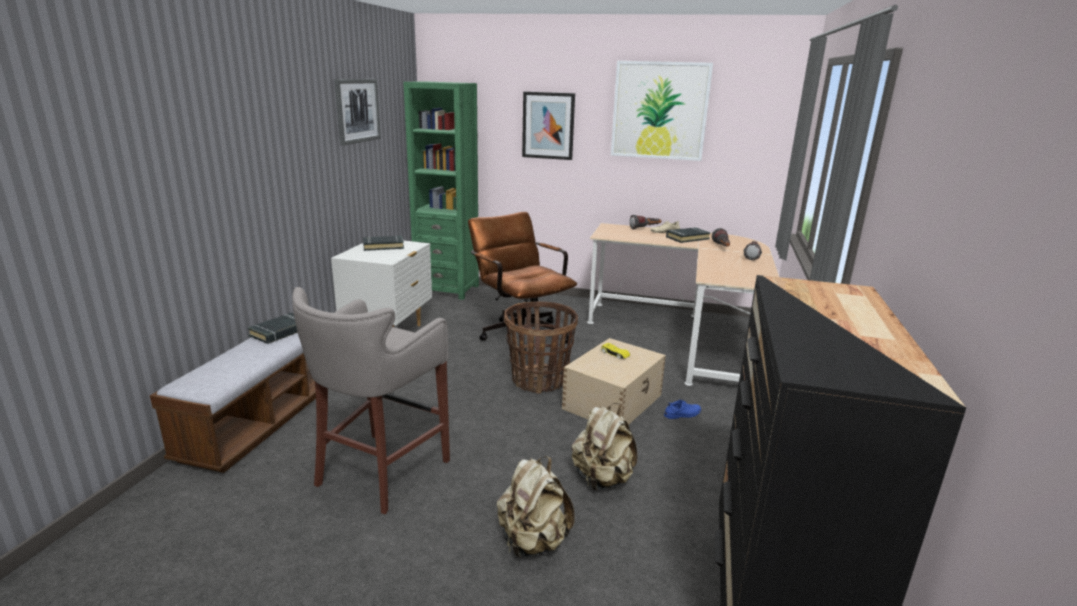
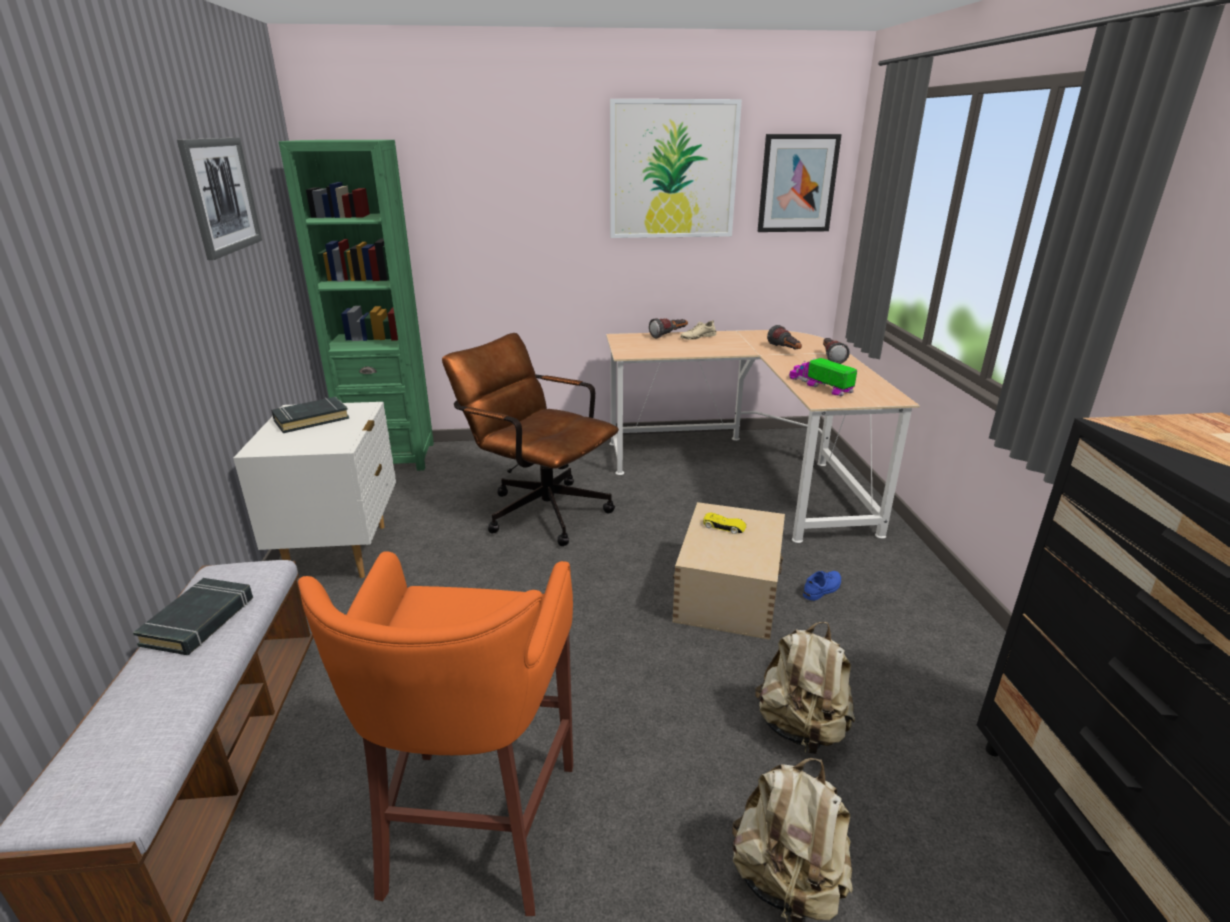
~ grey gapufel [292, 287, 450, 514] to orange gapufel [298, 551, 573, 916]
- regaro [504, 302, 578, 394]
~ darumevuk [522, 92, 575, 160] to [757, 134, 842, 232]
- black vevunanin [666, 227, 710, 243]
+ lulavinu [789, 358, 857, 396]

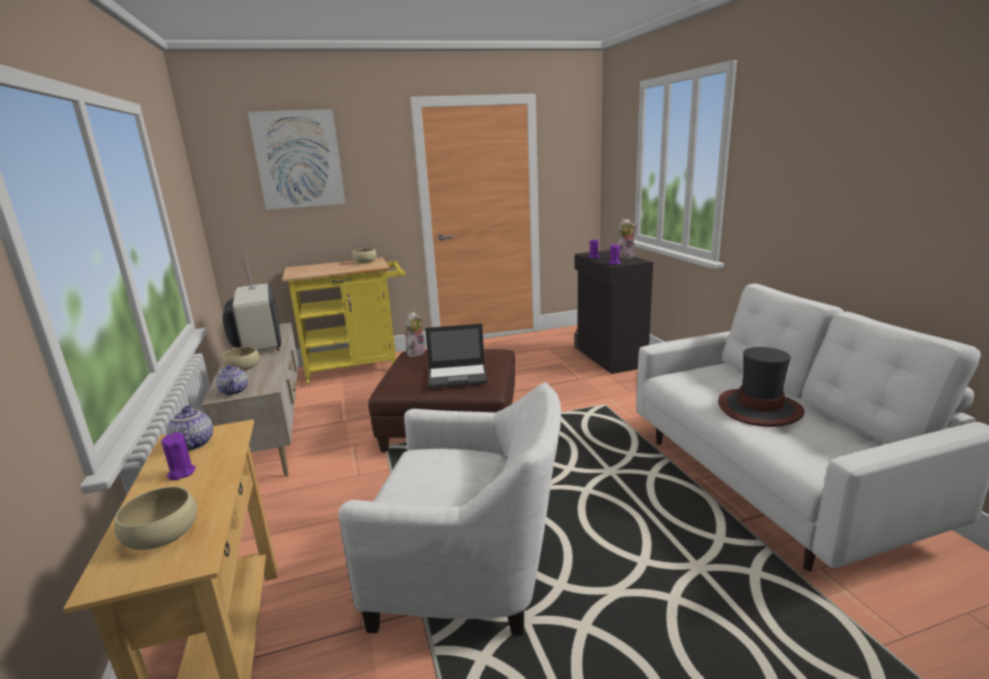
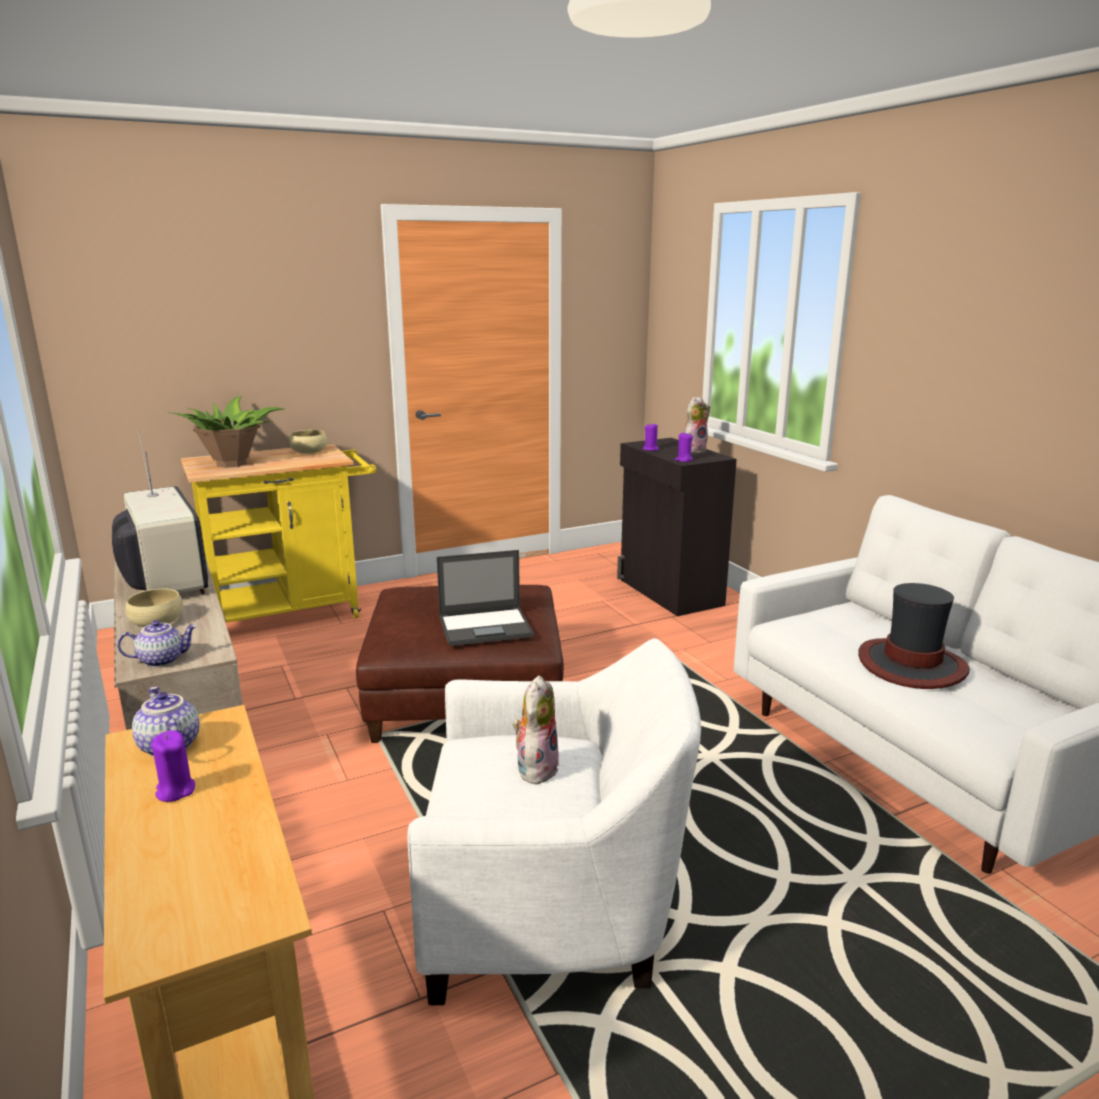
- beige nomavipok [114, 486, 197, 550]
~ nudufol [216, 364, 248, 395] = [117, 620, 197, 667] 75 degrees counterclockwise
- darumevuk [248, 109, 346, 210]
~ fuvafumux [405, 311, 425, 357] to [513, 675, 559, 784]
+ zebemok [168, 396, 285, 468]

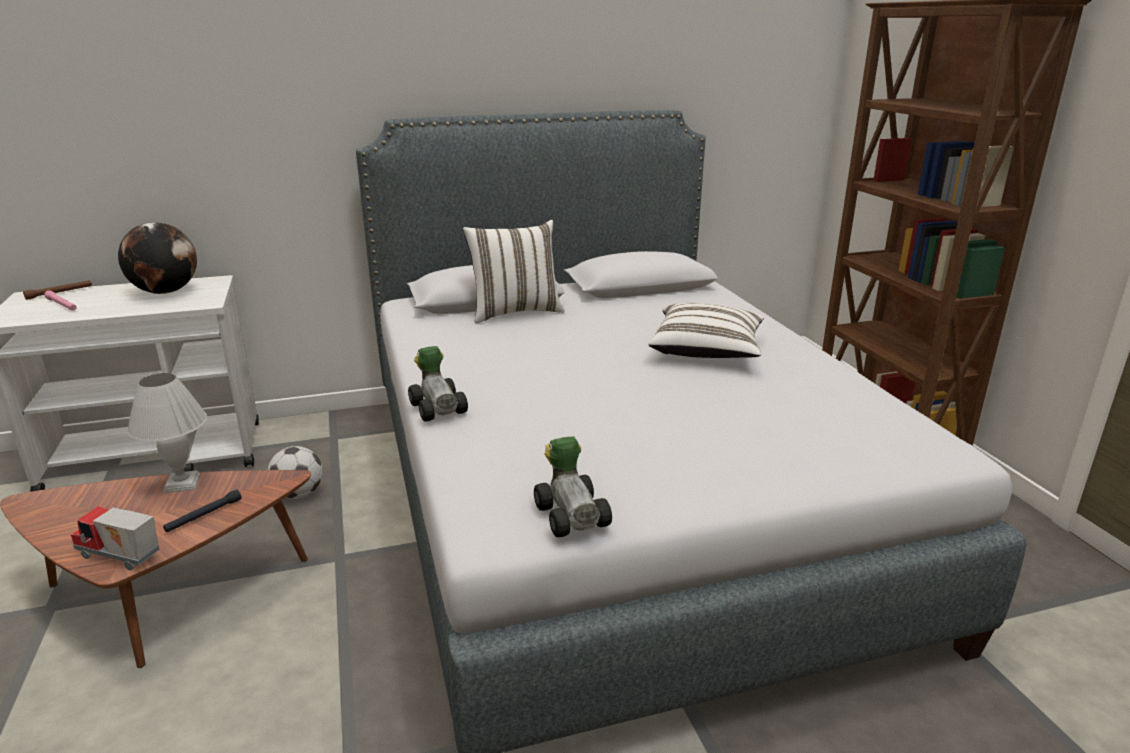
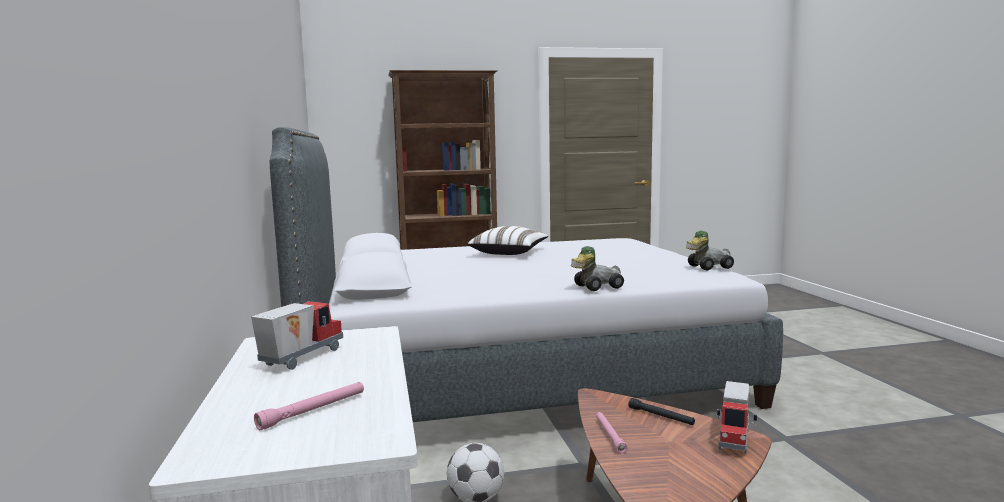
- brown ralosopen [23, 280, 92, 300]
~ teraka [118, 222, 197, 294] to lulavinu [251, 301, 343, 370]
~ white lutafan [127, 373, 207, 493] to pink ralosopen [596, 412, 628, 453]
- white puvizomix [463, 220, 565, 323]

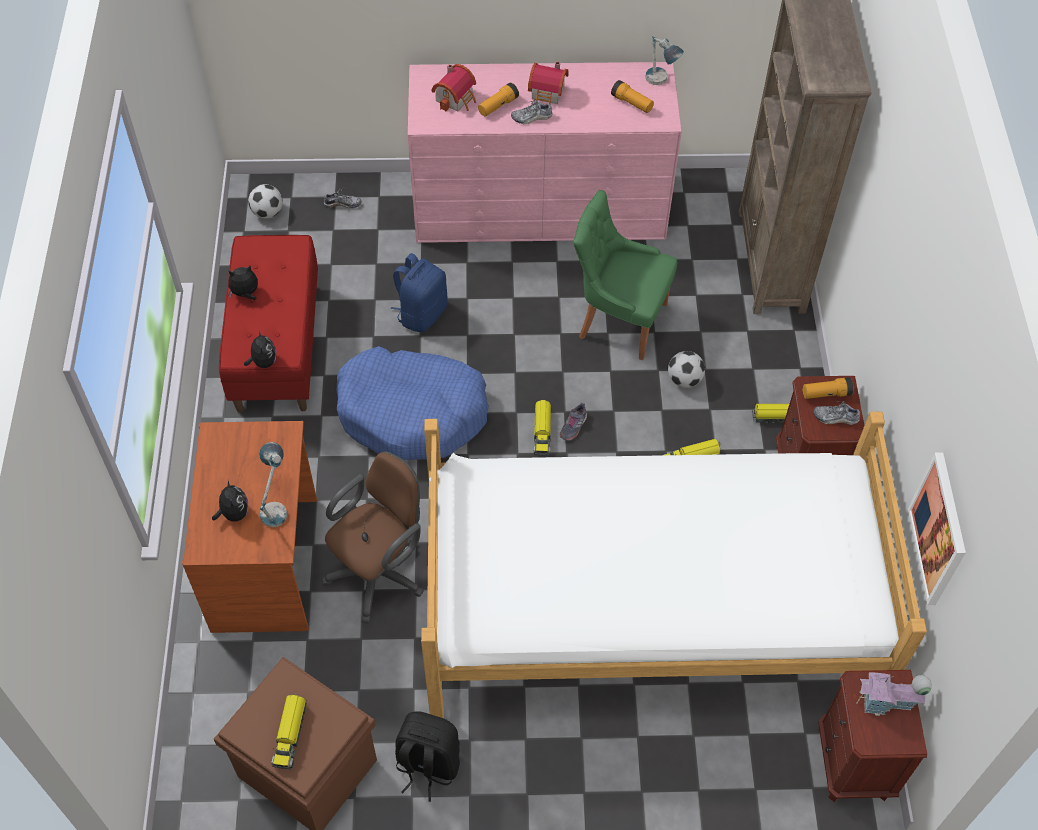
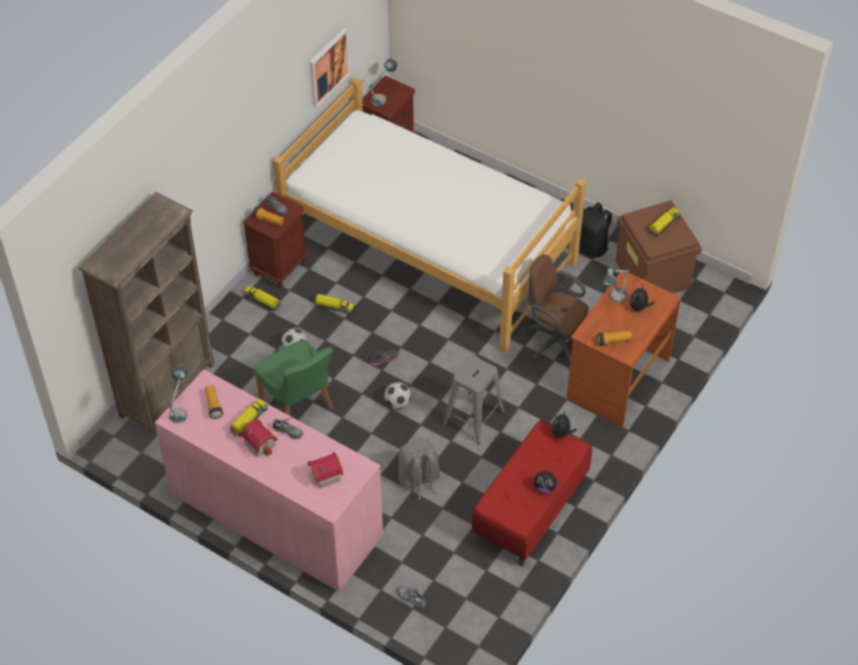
~ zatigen [248, 184, 283, 219] to [384, 382, 411, 409]
~ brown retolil [321, 451, 424, 623] = [528, 254, 589, 368] 45 degrees clockwise
~ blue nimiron [337, 346, 489, 460] to grey gapufel [443, 356, 505, 444]
~ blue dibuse [391, 253, 448, 332] to grey dibuse [398, 438, 440, 500]
~ ralosopen [478, 83, 519, 116] to [597, 331, 632, 346]
~ lulavinu [534, 400, 551, 455] to [229, 399, 268, 437]
~ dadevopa [856, 673, 932, 716] to lutafan [369, 59, 397, 106]

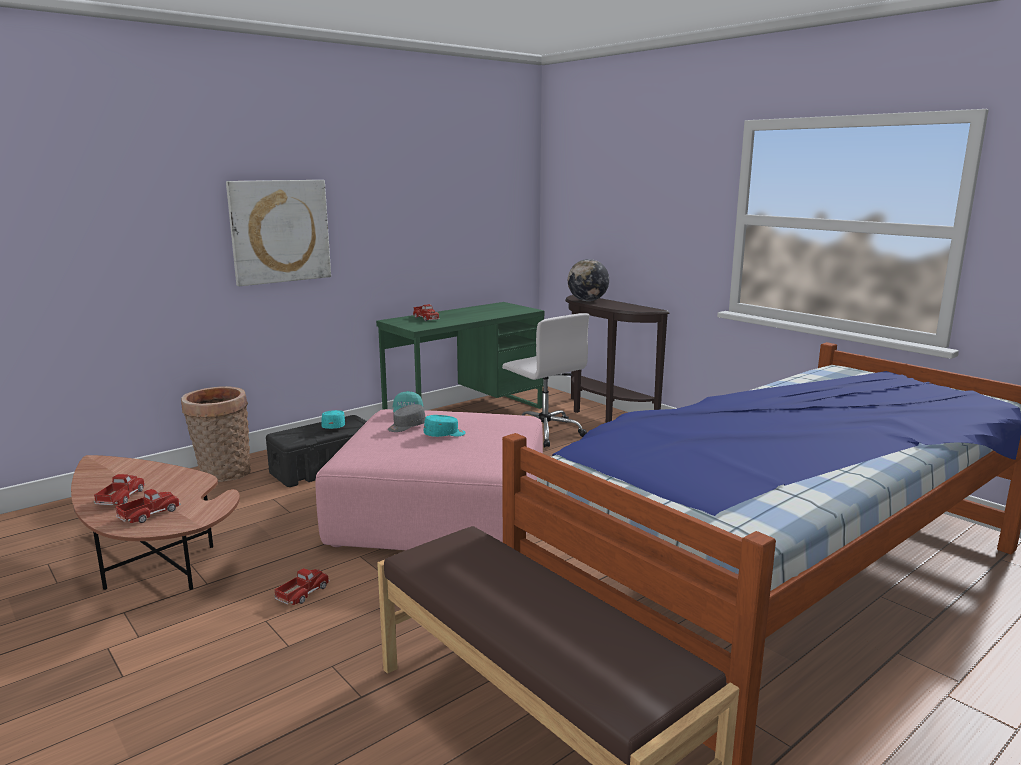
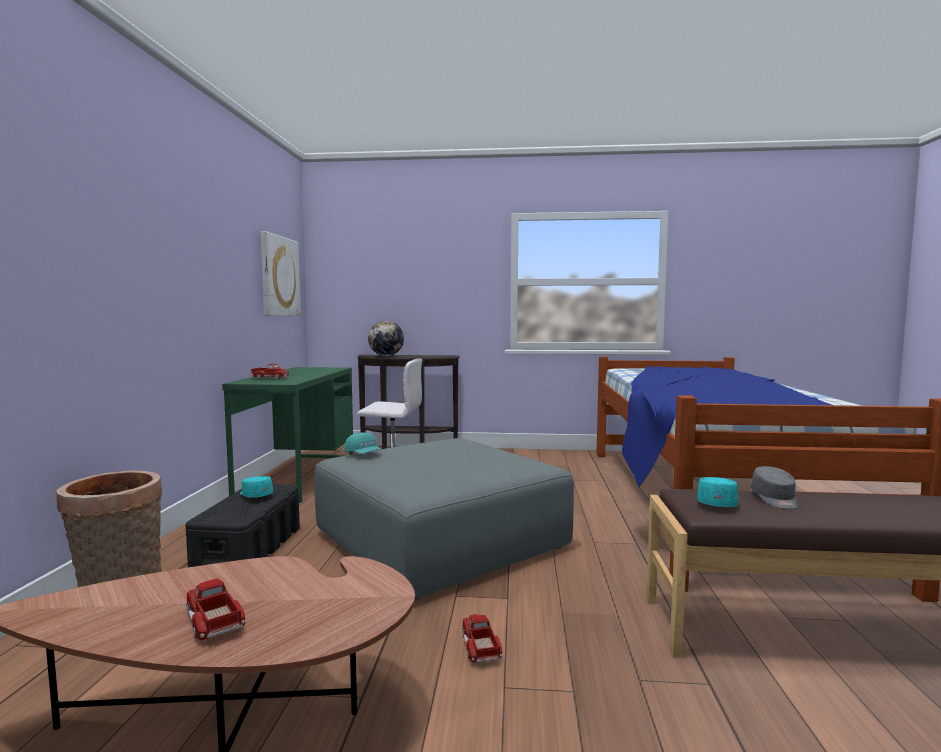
- lulavinu [116, 489, 181, 523]
~ darumevuk [226, 180, 331, 286] to [261, 231, 301, 316]
~ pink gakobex [315, 409, 543, 550] to grey gakobex [315, 438, 574, 601]
~ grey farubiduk [388, 404, 426, 432] to [751, 466, 798, 509]
~ turquoise farubiduk [424, 415, 466, 437] to [697, 477, 738, 507]

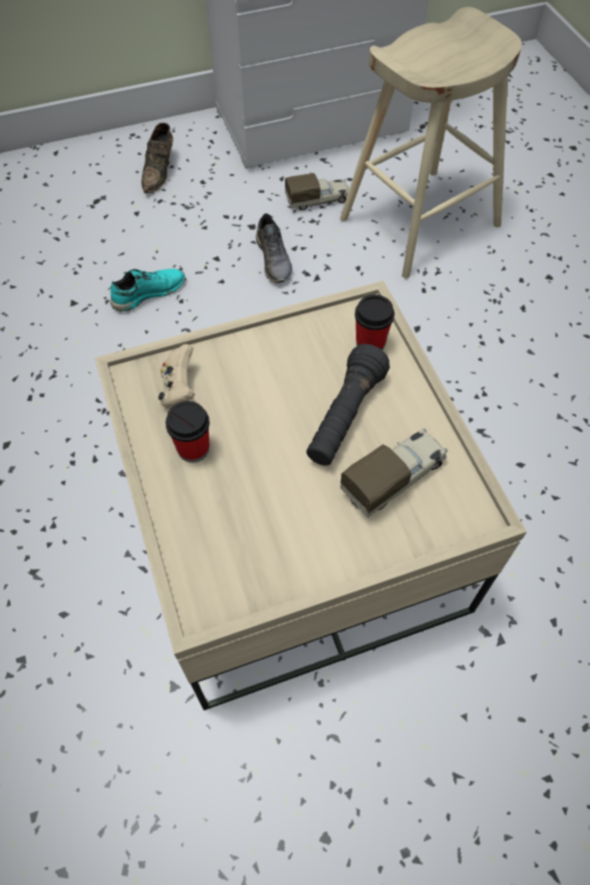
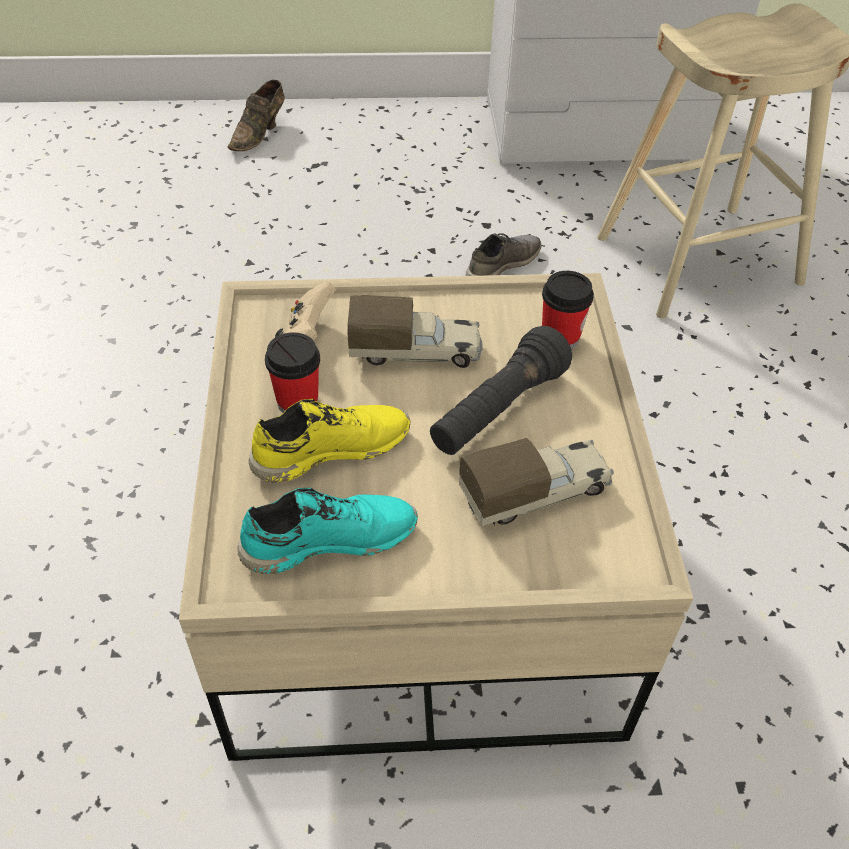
~ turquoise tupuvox [110, 269, 185, 312] to [237, 488, 418, 574]
~ brown tupuvox [141, 123, 173, 193] to [227, 80, 285, 151]
~ grey tupuvox [256, 213, 293, 283] = [466, 233, 541, 276] 135 degrees counterclockwise
~ lulavinu [285, 173, 349, 210] to [347, 295, 483, 368]
+ yellow tupuvox [248, 399, 410, 483]

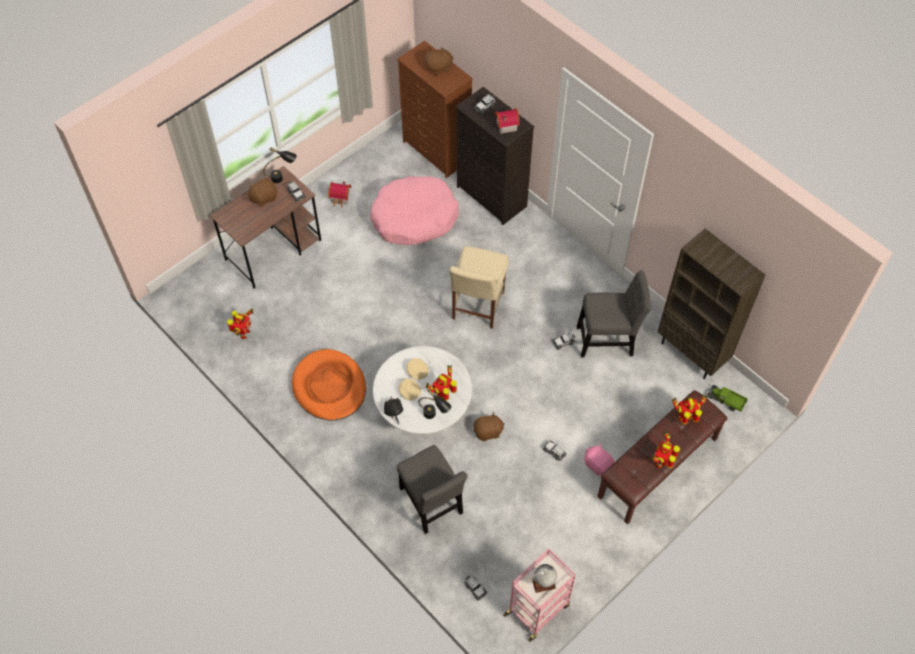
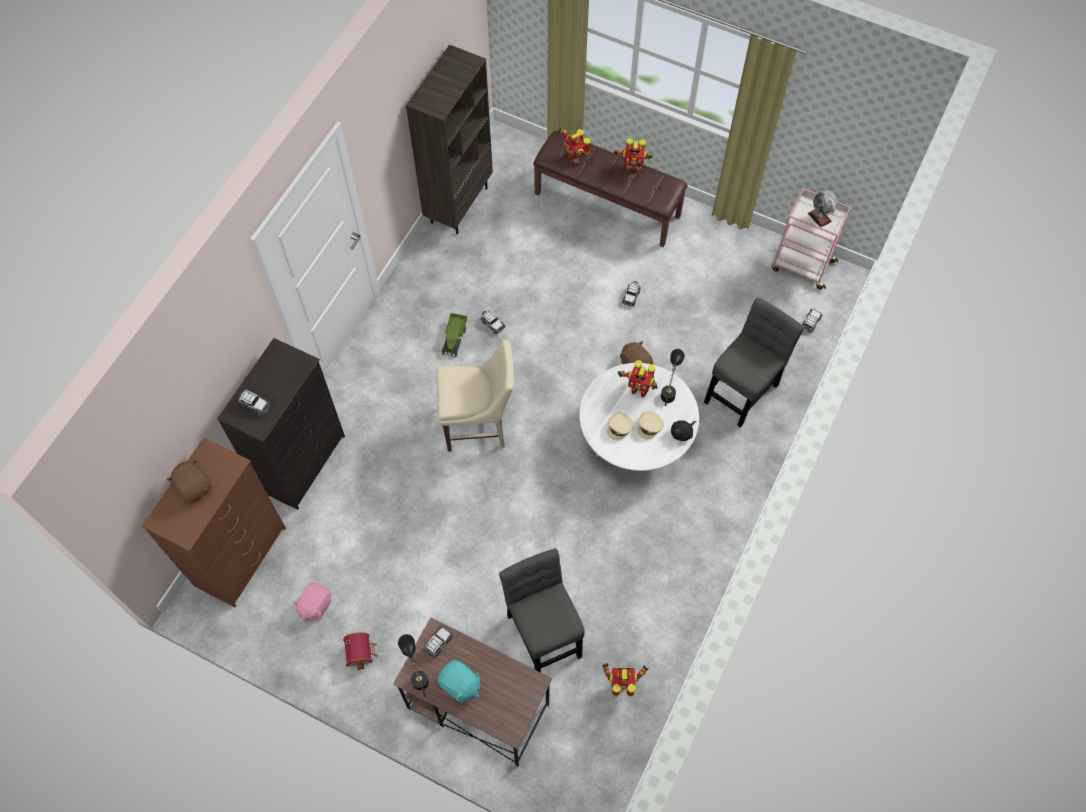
~ brown fuvafumux [248, 178, 277, 207] to turquoise fuvafumux [438, 660, 480, 703]
- orange nimiron [292, 349, 366, 420]
- pink nimiron [370, 176, 459, 245]
- dadevopa [495, 108, 520, 134]
~ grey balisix [577, 270, 651, 357] to [499, 548, 585, 672]
~ pink fuvafumux [584, 444, 614, 476] to [294, 583, 331, 621]
~ lulavinu [707, 385, 748, 412] to [442, 313, 467, 357]

